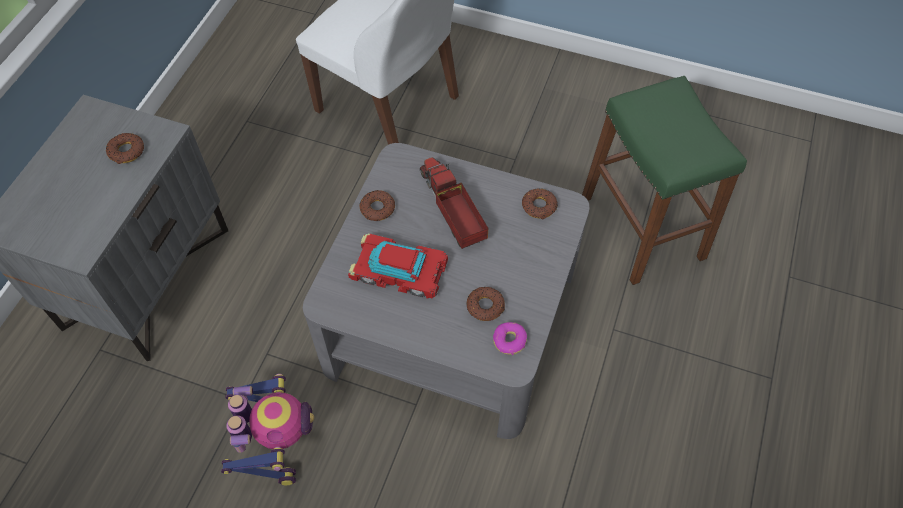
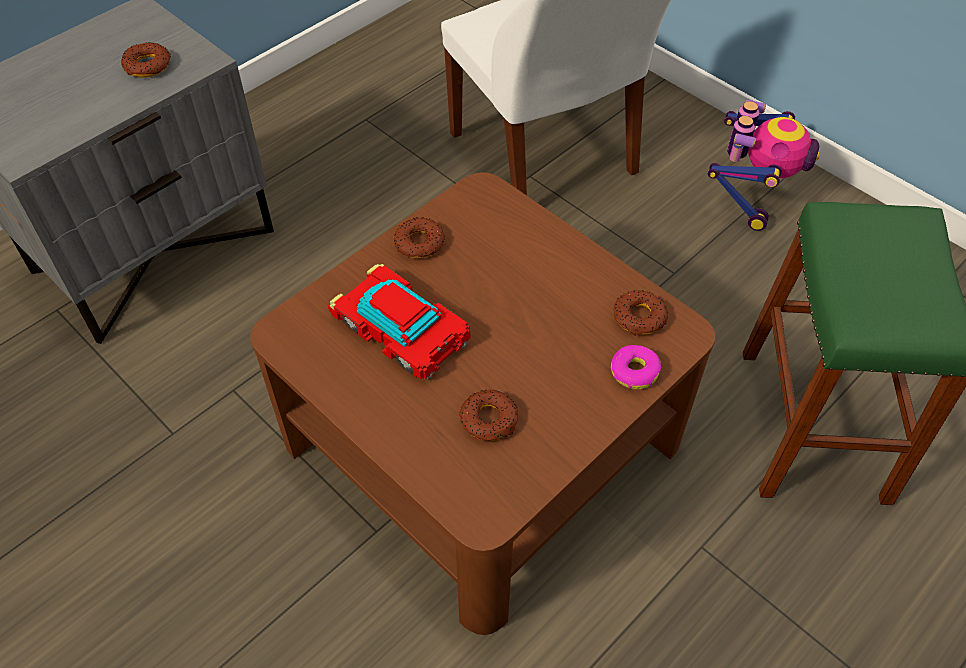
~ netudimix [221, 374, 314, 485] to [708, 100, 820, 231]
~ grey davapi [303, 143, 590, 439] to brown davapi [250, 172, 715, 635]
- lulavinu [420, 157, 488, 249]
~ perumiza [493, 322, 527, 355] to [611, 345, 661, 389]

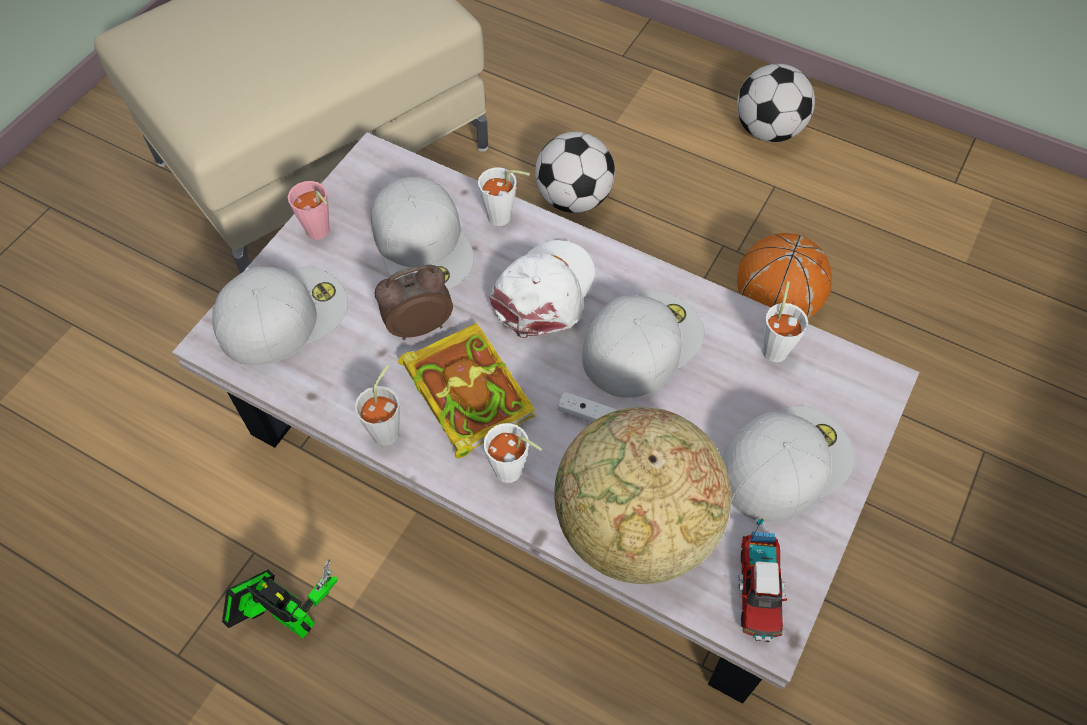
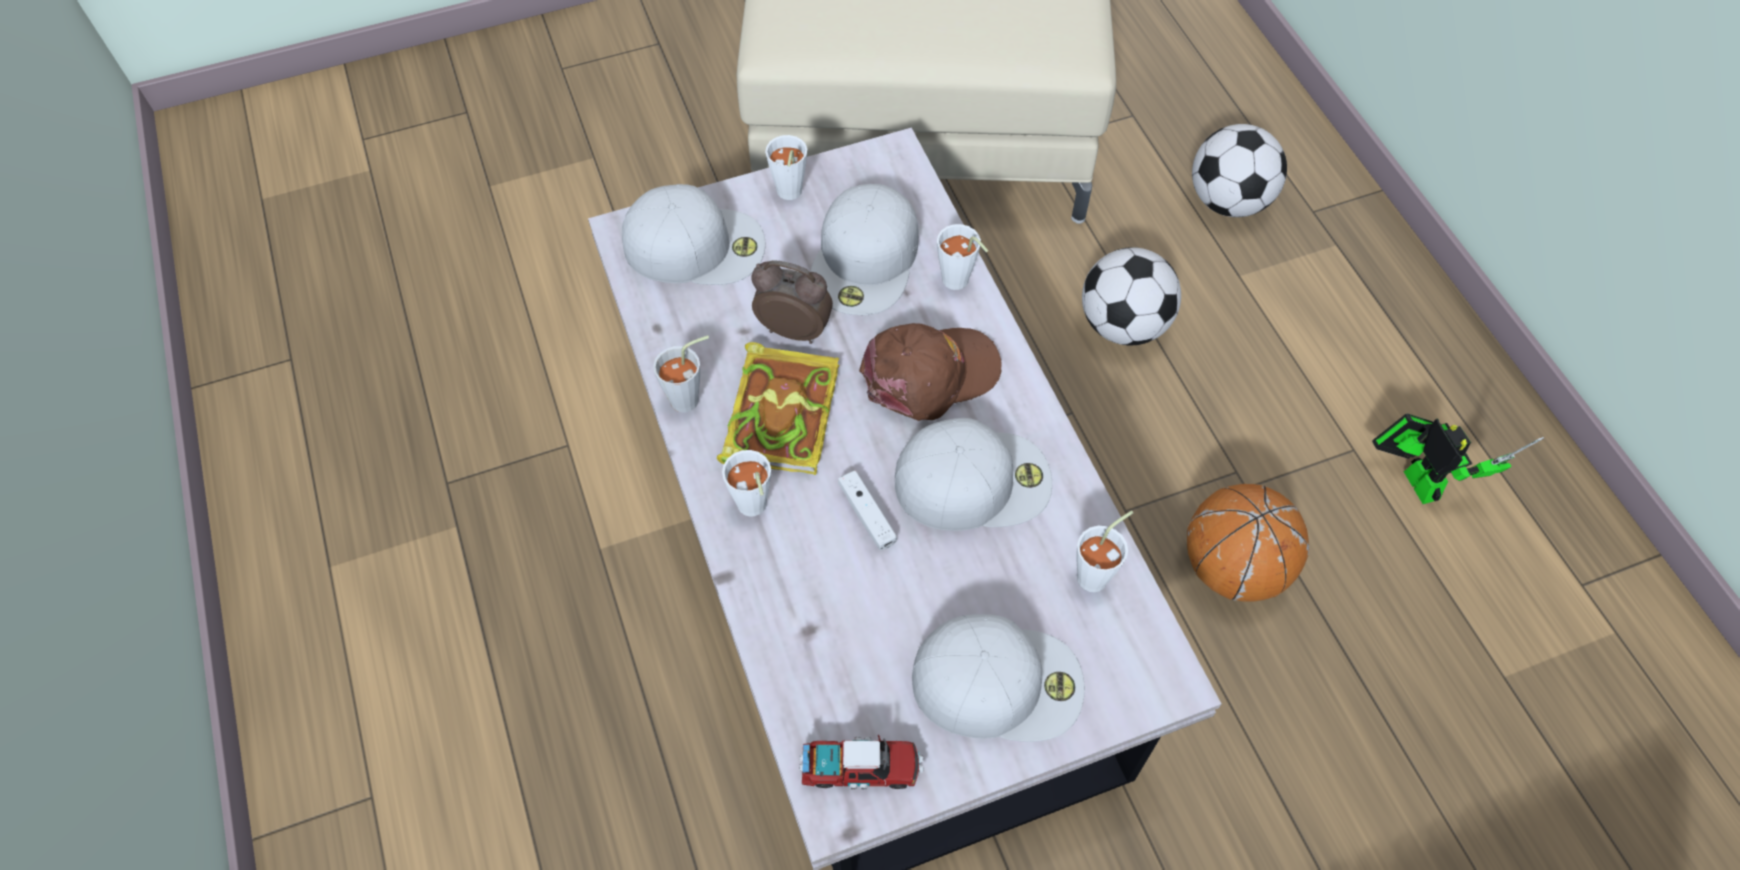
~ netudimix [222, 559, 337, 638] to [1372, 413, 1544, 504]
~ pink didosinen [288, 181, 330, 240] to white didosinen [765, 135, 807, 200]
~ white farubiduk [490, 240, 595, 338] to brown farubiduk [859, 323, 1001, 421]
- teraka [554, 407, 731, 584]
~ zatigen [737, 64, 815, 142] to [1192, 124, 1287, 217]
~ lulavinu [738, 517, 787, 642] = [799, 735, 924, 790] 135 degrees counterclockwise

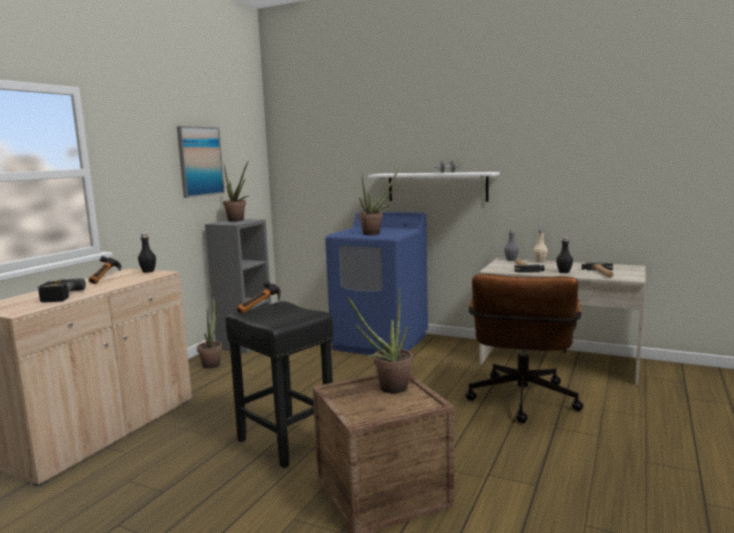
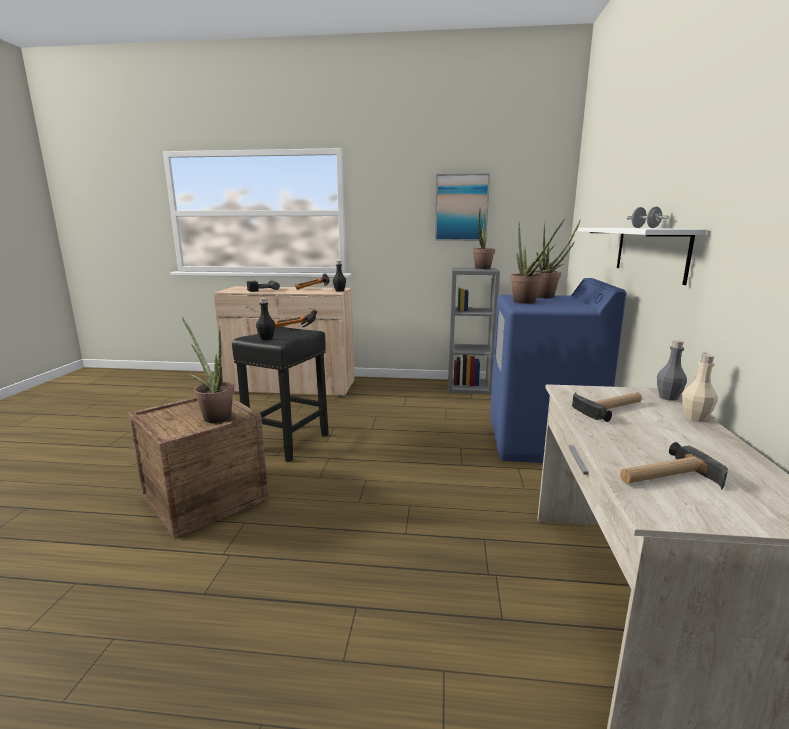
~ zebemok [197, 297, 222, 369] to [533, 221, 580, 298]
- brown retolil [465, 274, 583, 423]
~ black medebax [556, 237, 573, 273] to [256, 298, 275, 340]

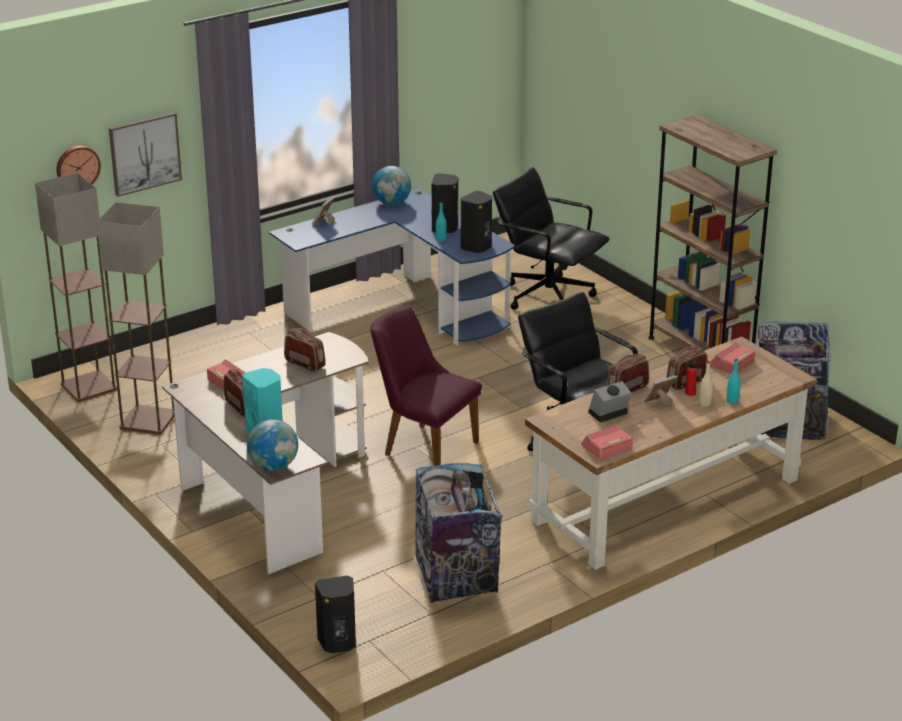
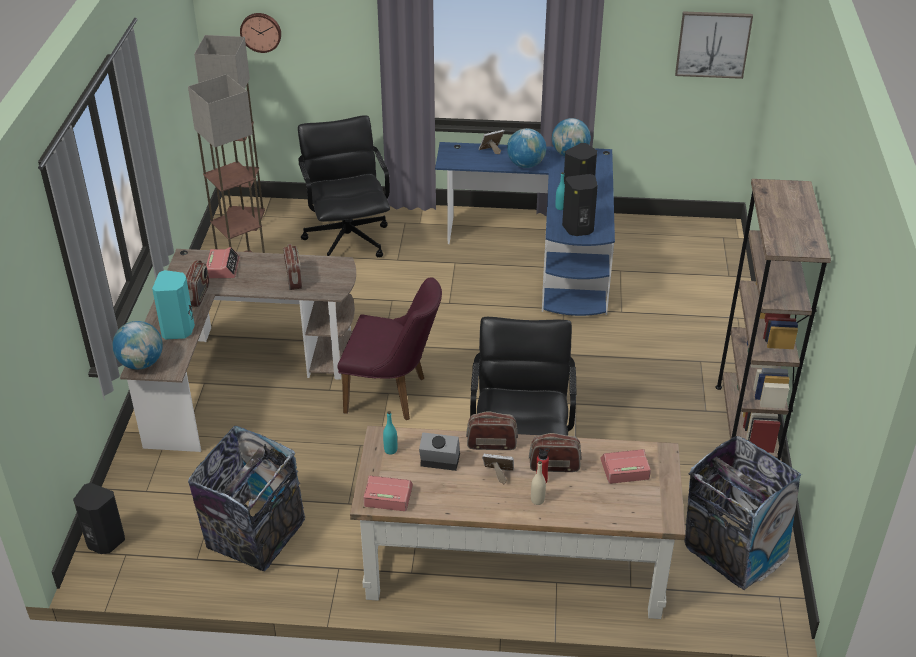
~ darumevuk [109, 112, 182, 197] to [675, 11, 753, 79]
~ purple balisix [370, 306, 482, 466] = [337, 277, 442, 420] 120 degrees clockwise
~ black retolil [493, 167, 610, 310] to [298, 115, 390, 257]
~ turquoise medebax [727, 359, 741, 404] to [383, 411, 397, 455]
+ teraka [507, 128, 546, 168]

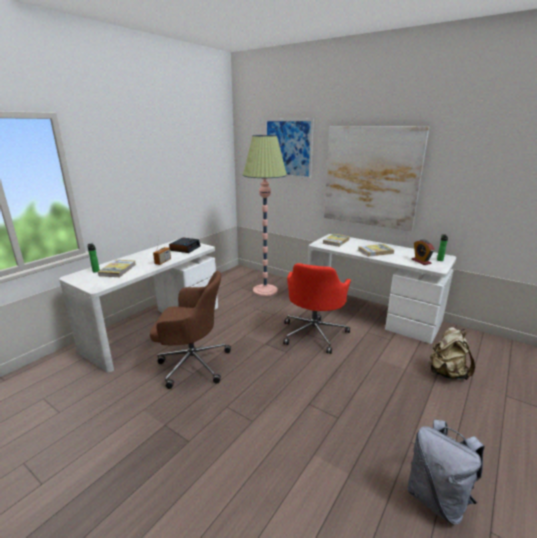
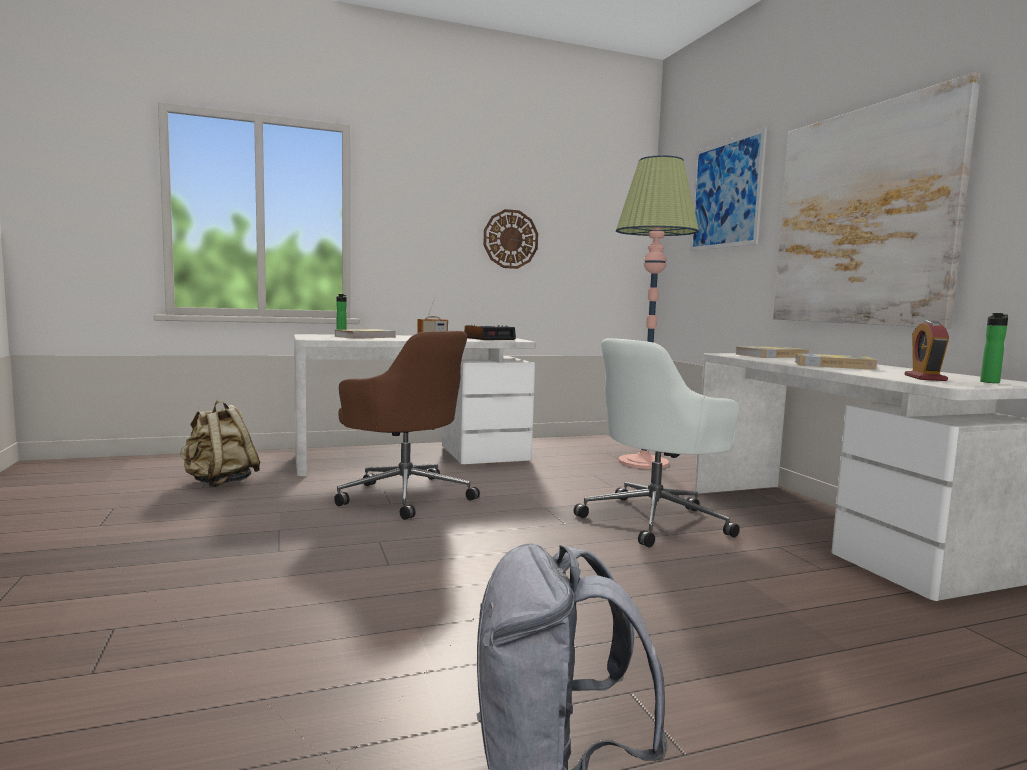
~ red retolil [283, 263, 351, 354] to white retolil [574, 338, 740, 547]
~ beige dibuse [428, 327, 475, 380] to [180, 401, 260, 487]
+ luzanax [483, 209, 538, 269]

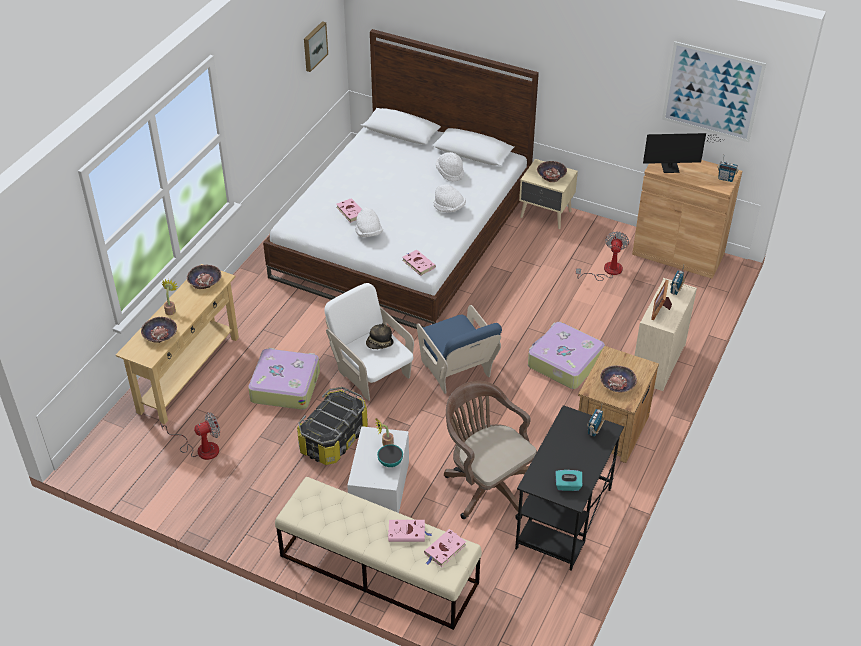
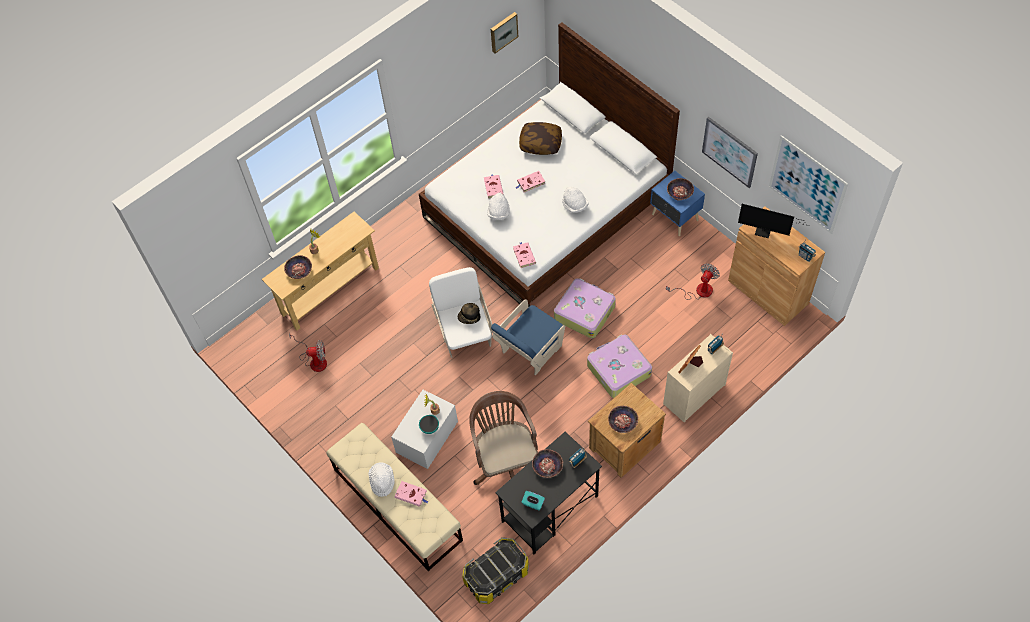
~ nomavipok [187, 265, 221, 289] to [532, 449, 563, 478]
~ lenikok [248, 348, 320, 410] to [554, 278, 616, 338]
~ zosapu [297, 387, 368, 465] to [462, 537, 529, 604]
~ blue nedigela [417, 305, 502, 394] = [491, 299, 565, 375] 45 degrees clockwise
~ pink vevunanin [424, 529, 466, 567] to [515, 171, 545, 192]
~ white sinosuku [436, 152, 464, 182] to [369, 462, 395, 497]
~ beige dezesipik [519, 159, 578, 229] to blue dezesipik [650, 171, 705, 236]
+ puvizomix [519, 122, 562, 155]
+ darumevuk [702, 117, 758, 188]

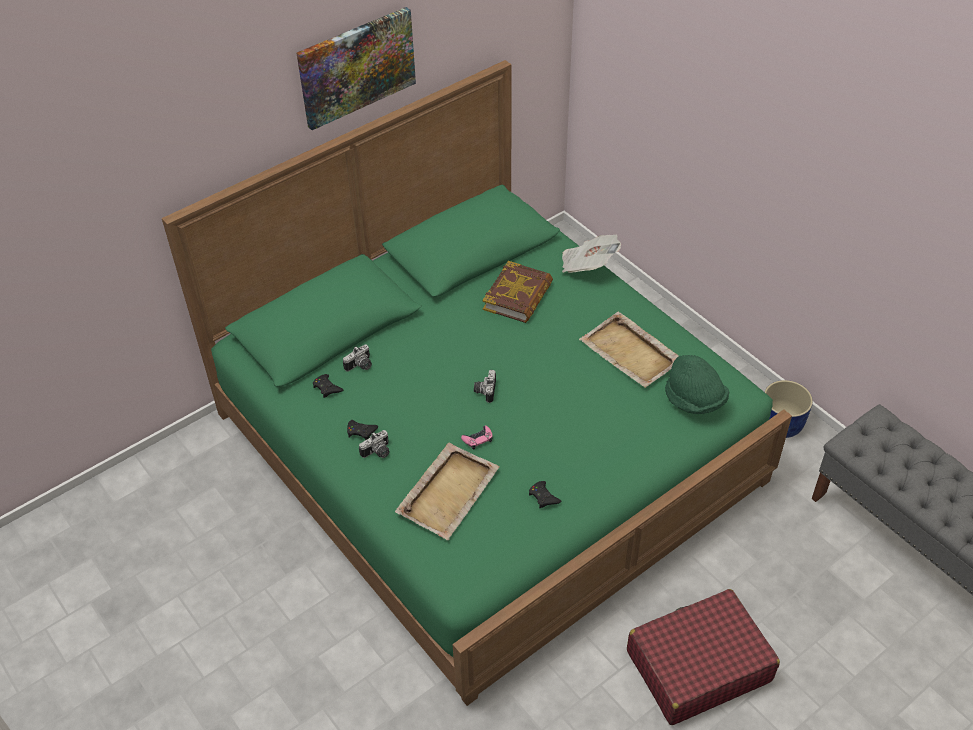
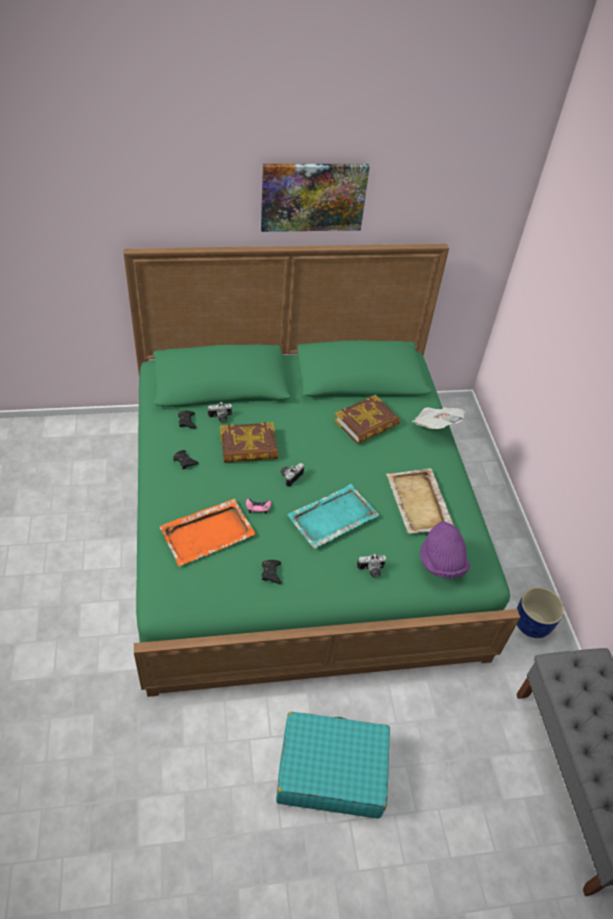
~ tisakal [359, 430, 389, 458] to [357, 553, 386, 578]
~ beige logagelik [395, 442, 500, 540] to orange logagelik [160, 499, 256, 566]
~ red lenikok [627, 589, 780, 725] to turquoise lenikok [276, 712, 390, 819]
~ green sinosuku [665, 355, 729, 414] to purple sinosuku [420, 521, 470, 578]
+ vevunanin [220, 422, 278, 463]
+ turquoise logagelik [287, 484, 380, 549]

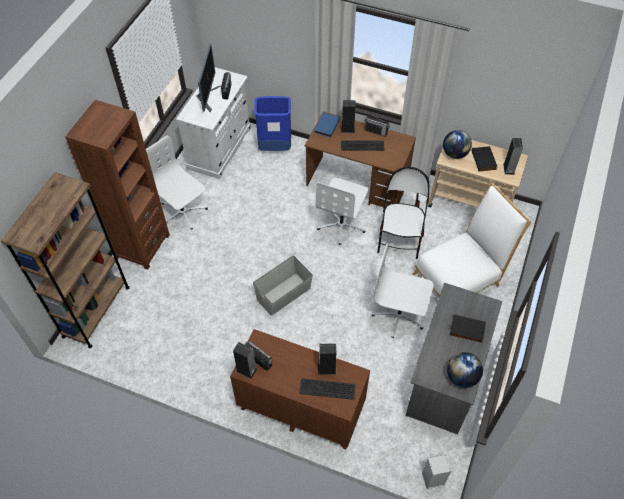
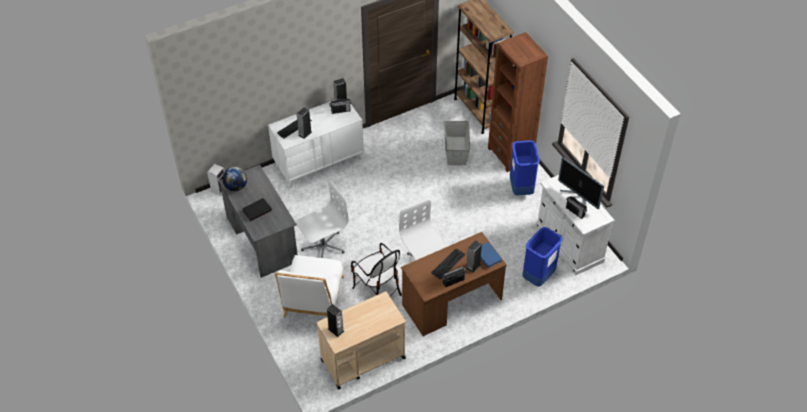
~ white retolil [146, 136, 208, 230] to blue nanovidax [510, 140, 540, 196]
~ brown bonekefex [230, 329, 370, 449] to white bonekefex [268, 100, 364, 188]
~ grey zosapu [253, 256, 313, 316] to [445, 121, 470, 165]
- teraka [443, 130, 472, 159]
- black vevunanin [471, 146, 498, 172]

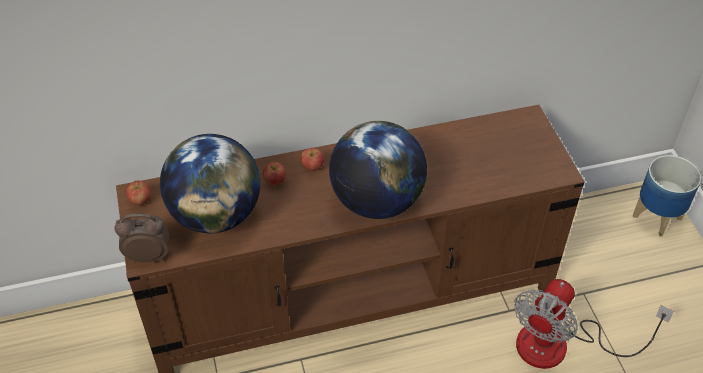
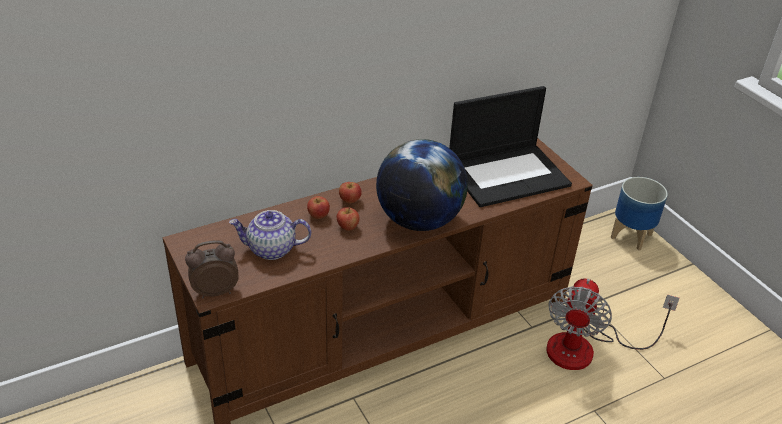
~ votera [126, 181, 151, 205] to [337, 207, 360, 231]
~ teraka [160, 134, 260, 233] to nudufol [229, 210, 311, 260]
+ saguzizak [449, 86, 572, 207]

